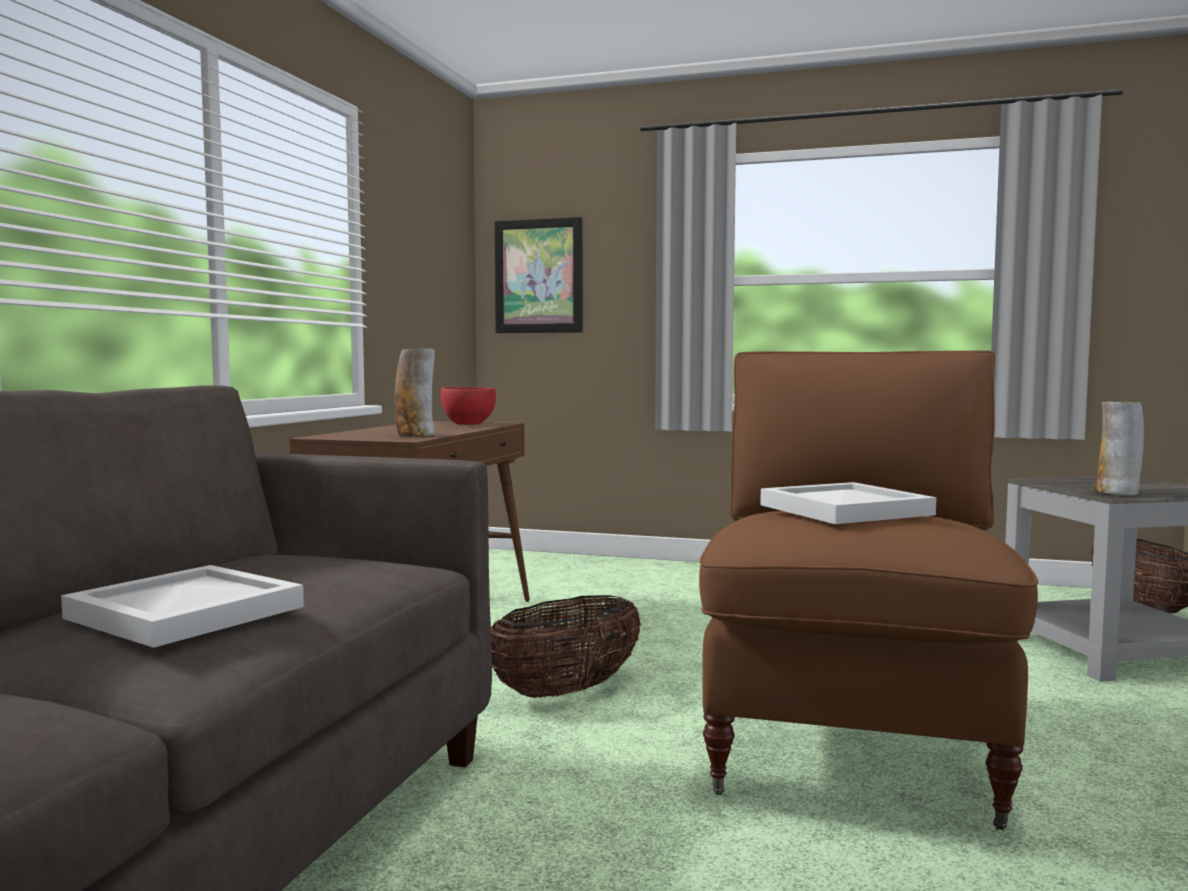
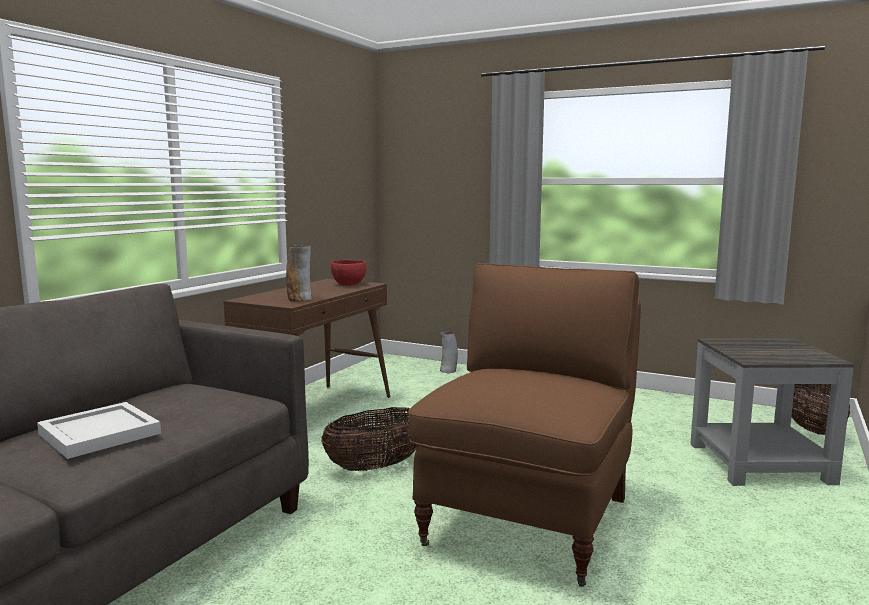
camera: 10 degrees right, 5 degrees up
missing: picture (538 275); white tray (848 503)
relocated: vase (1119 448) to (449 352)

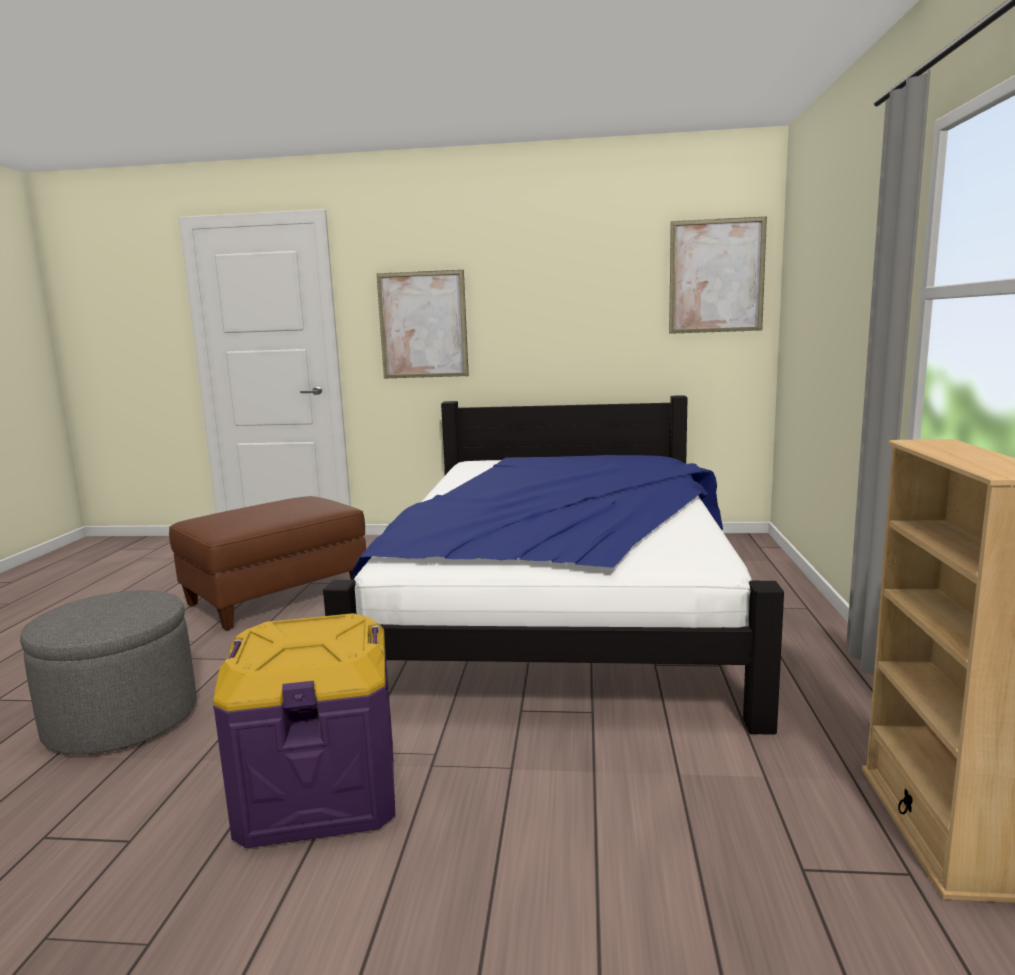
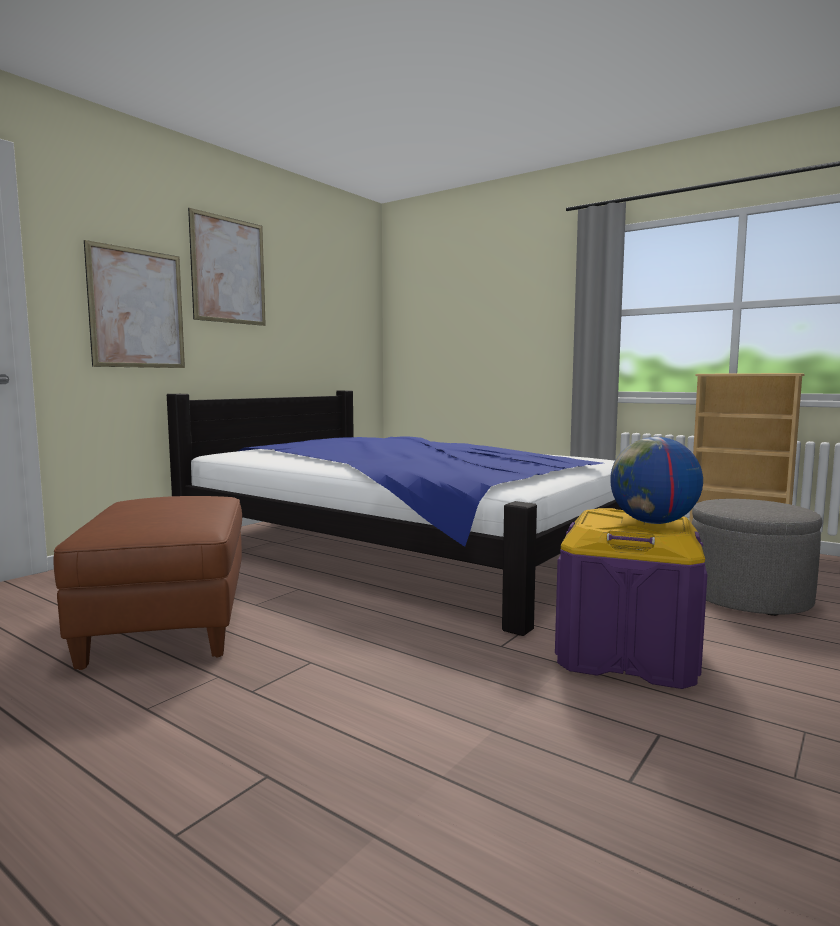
camera: 60 degrees left, 5 degrees down
appeared: globe (656 480)
relocated: picture (718 275) to (227 267); grey ottoman (108 672) to (757 557)

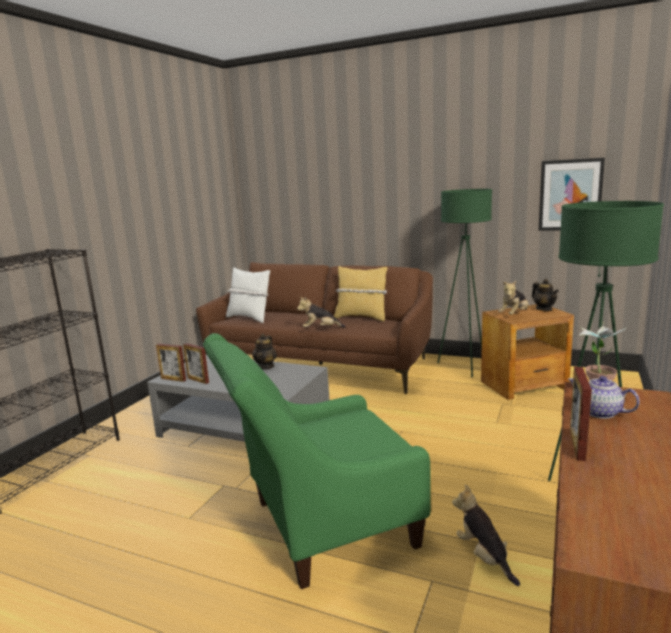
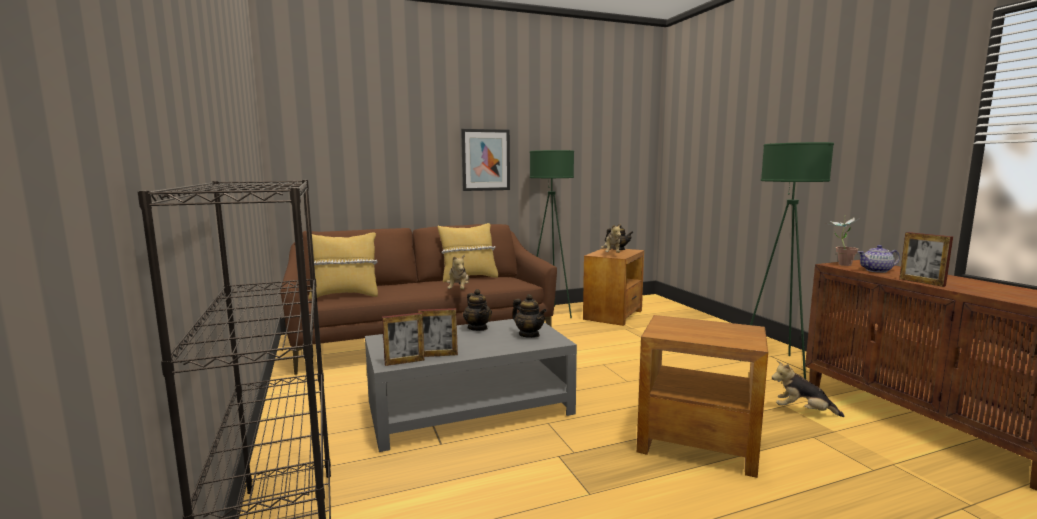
camera: 45 degrees left, 5 degrees down
appeared: teapot (529 316)
relocated: picture (572 194) to (485 160)
exchanged: green armchair (317 461) to brown side table (702 396)
colour: white pillow (248 295) to yellow pillow (343 265)
spun: plush toy (321 312) = (458 272) 45 degrees counterclockwise

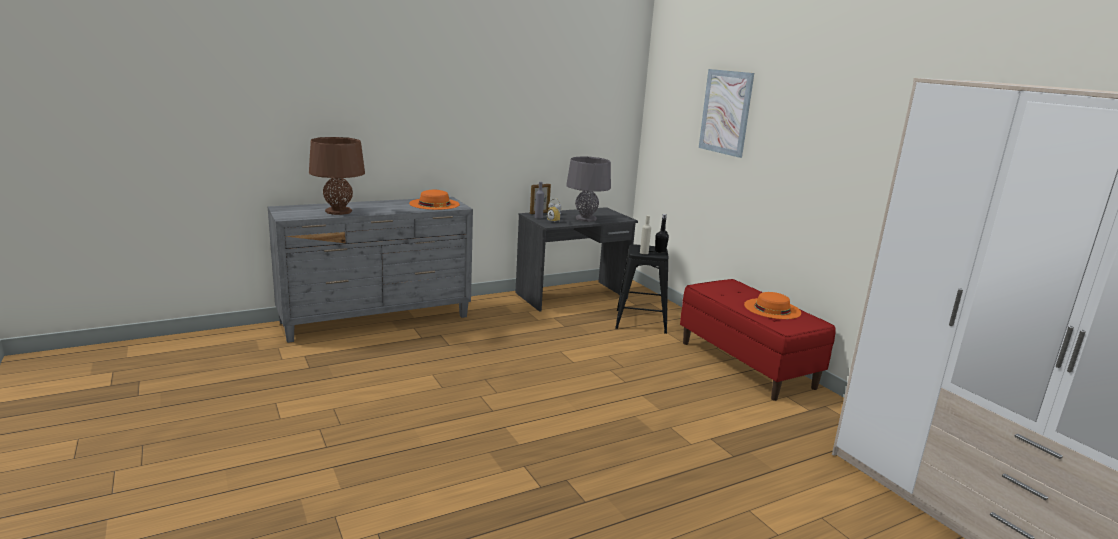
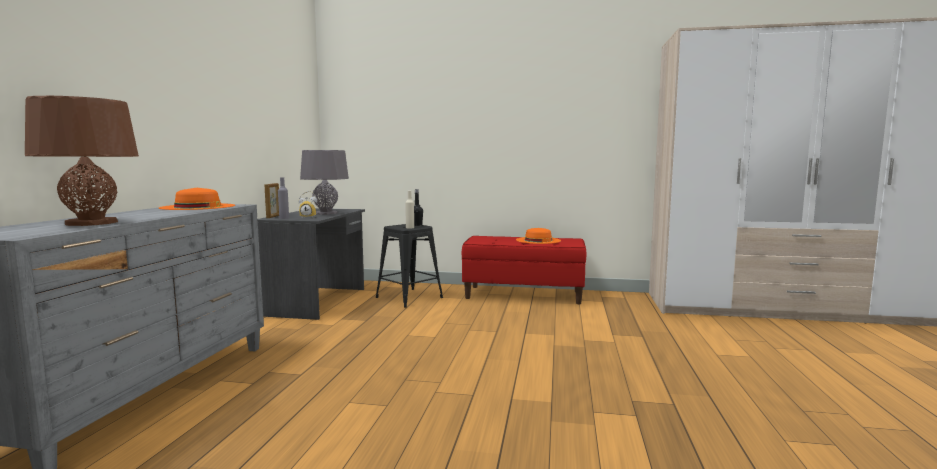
camera: 50 degrees left, 10 degrees down
missing: picture (726 113)

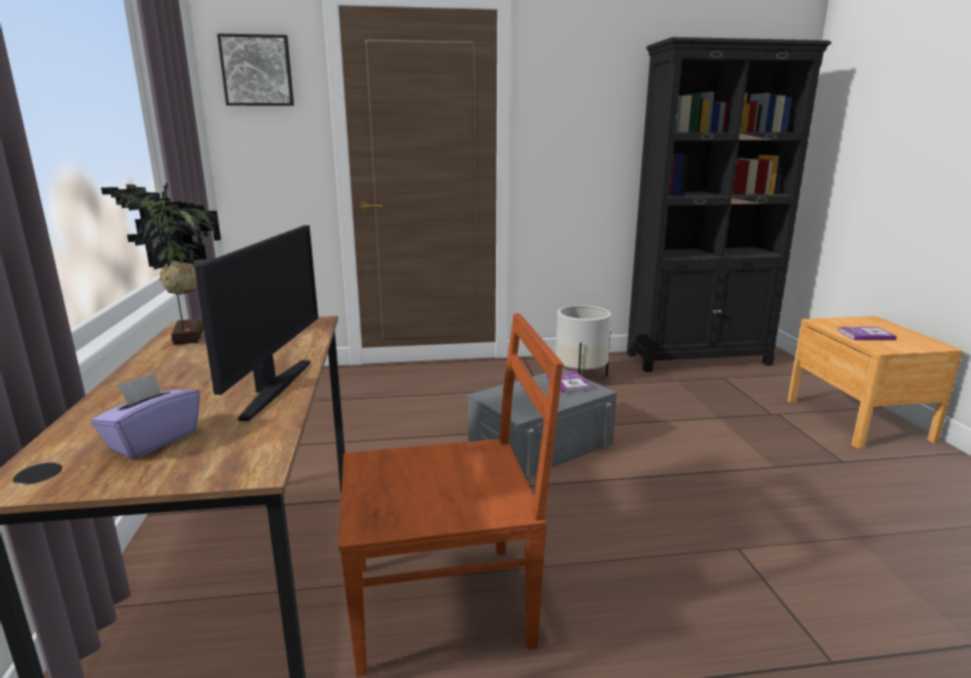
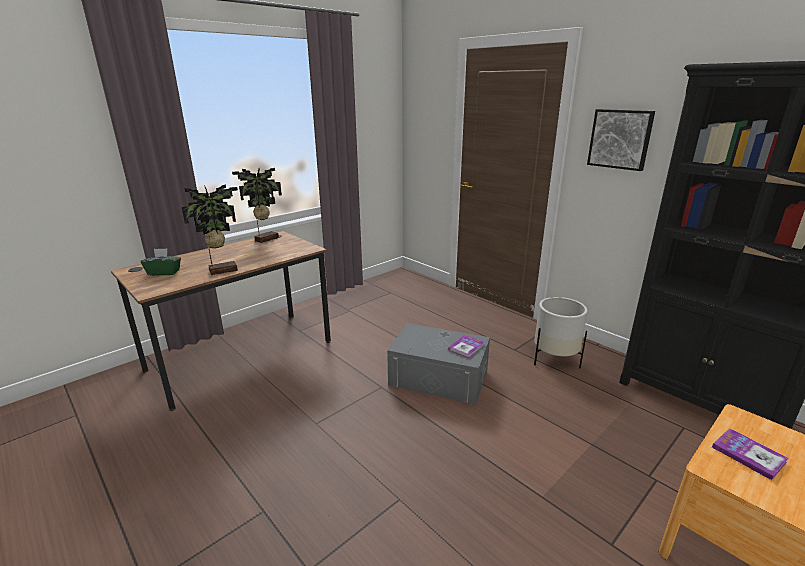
camera: 55 degrees right, 5 degrees up
missing: brown chair (450 495)
relocated: picture (255 69) to (621 140)
exchanged: monitor (256 323) to potted plant (210 229)
colour: purple tissue box (145 415) to green tissue box (161 262)

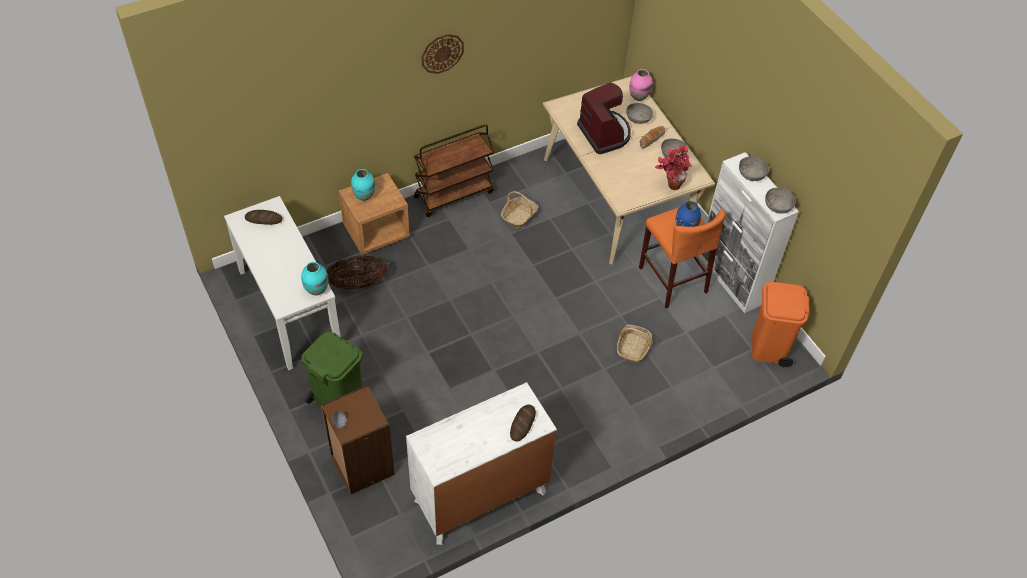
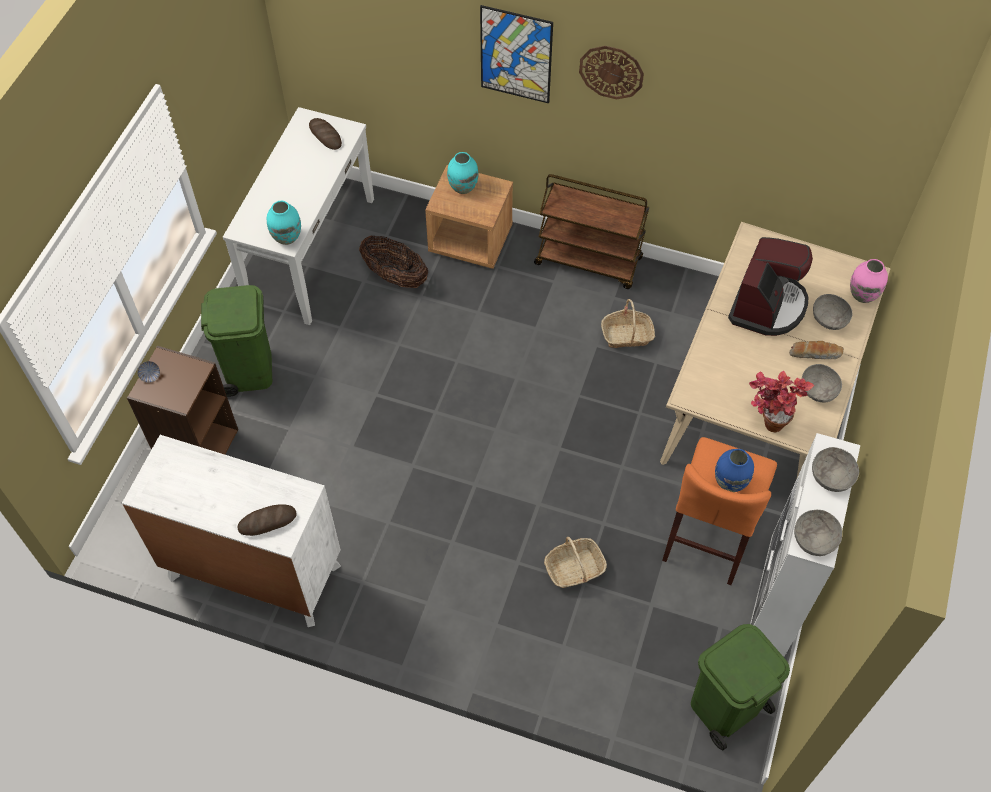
camera: 50 degrees right, 5 degrees up
appeared: picture (516 54)
colour: orange trash can (781 324) to green trash can (740 687)

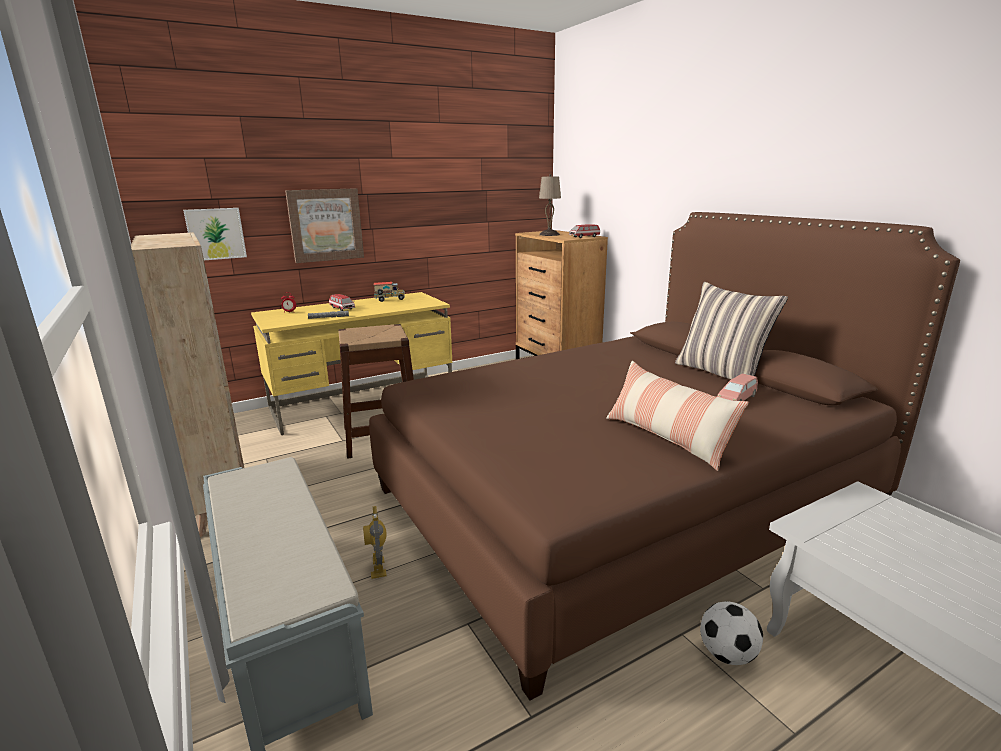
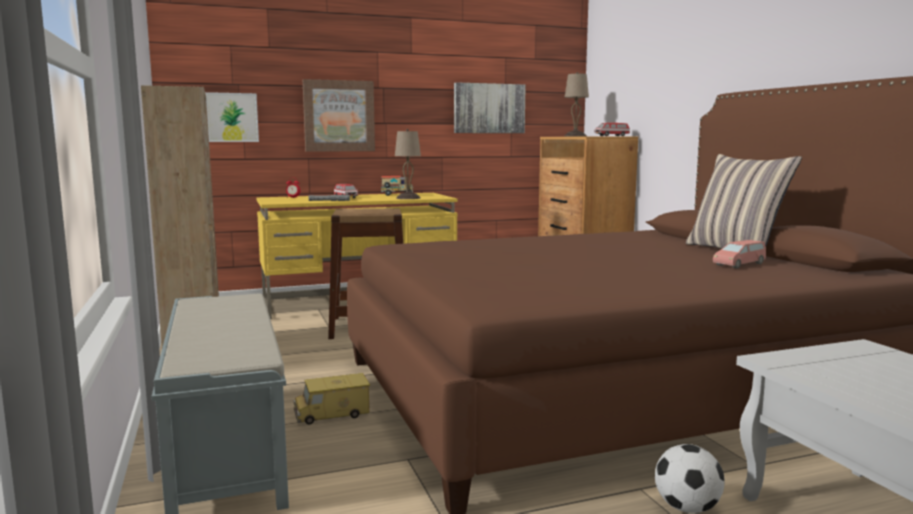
camera: 10 degrees right, 10 degrees down
missing: pillow (677 416)
appeared: picture (490 107); beige table lamp (408 164)
exchanged: toy robot (375 542) to toy truck (332 399)

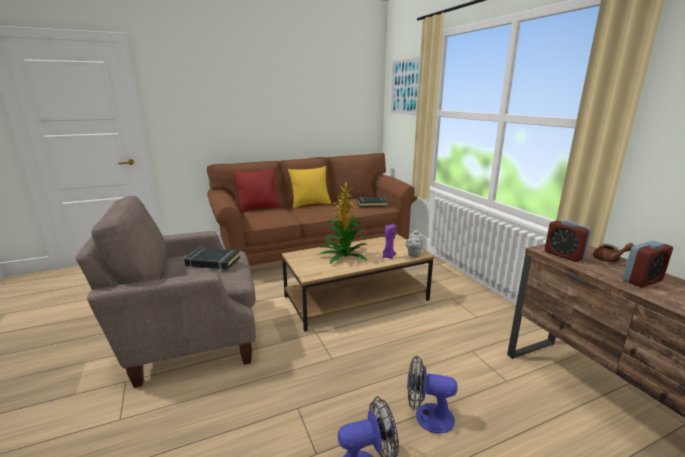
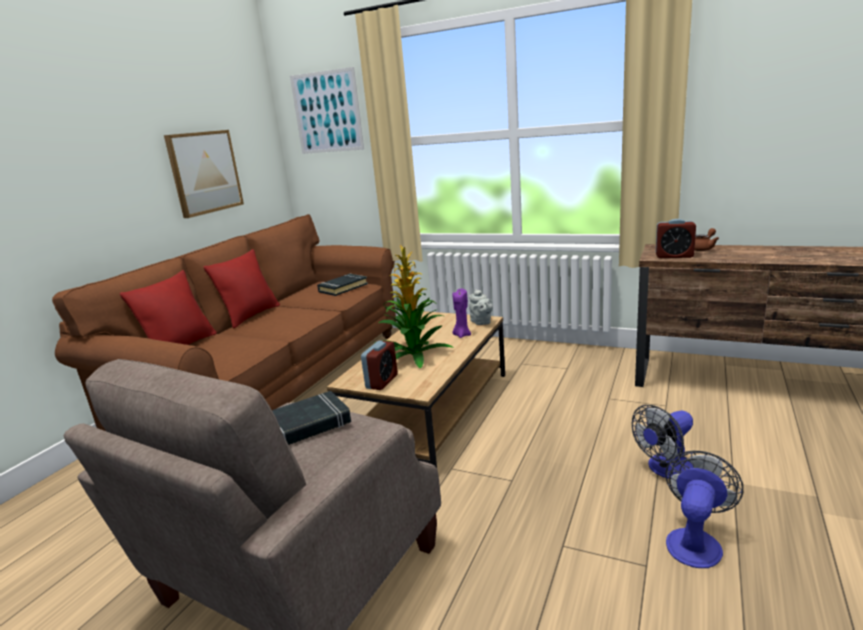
camera: 40 degrees left, 0 degrees up
appeared: picture (204 174)
relocated: alarm clock (648 264) to (379 365)
colour: yellow pillow (309 187) to red pillow (242 289)

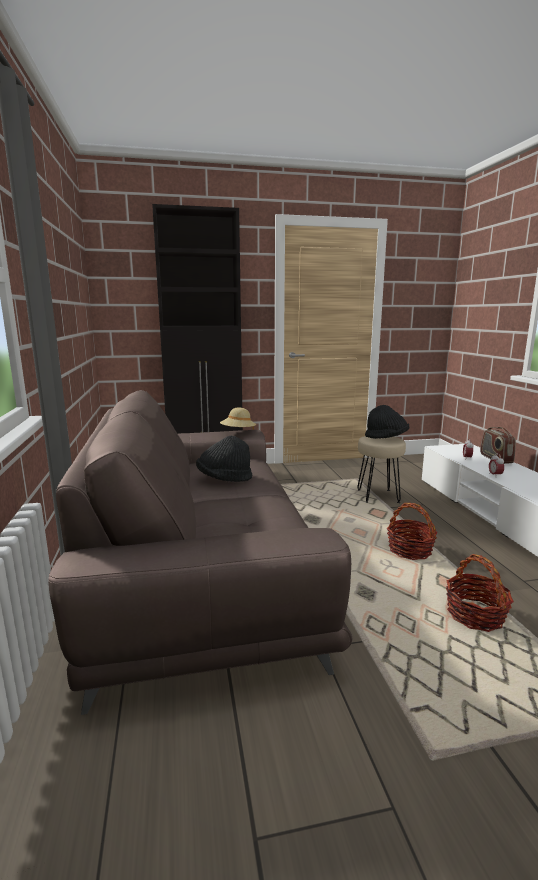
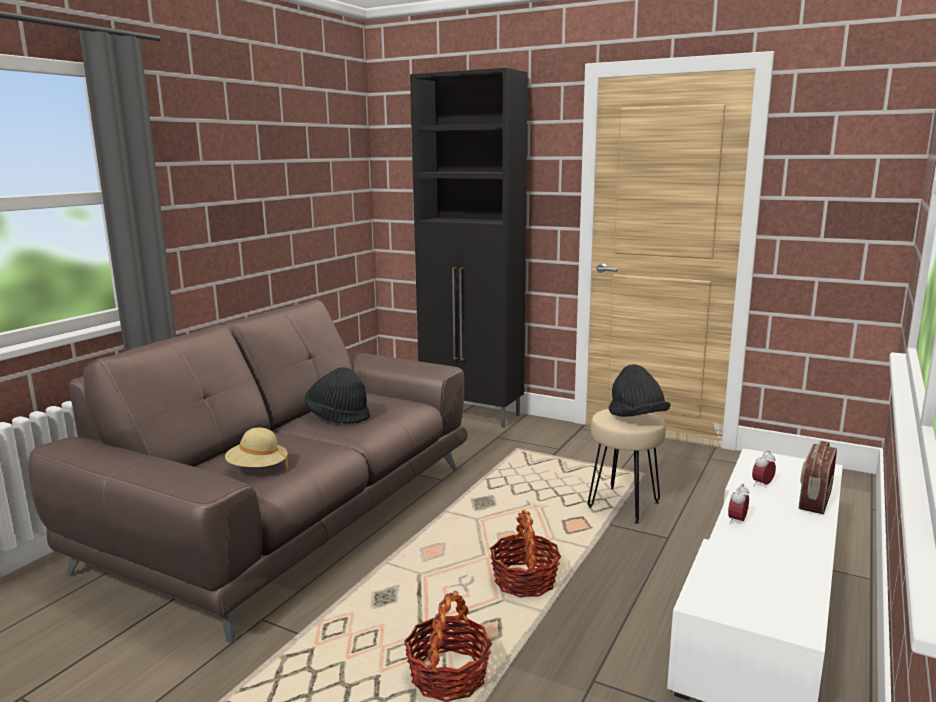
camera: 40 degrees right, 0 degrees up
relocated: beige hat (238 418) to (256 448)

